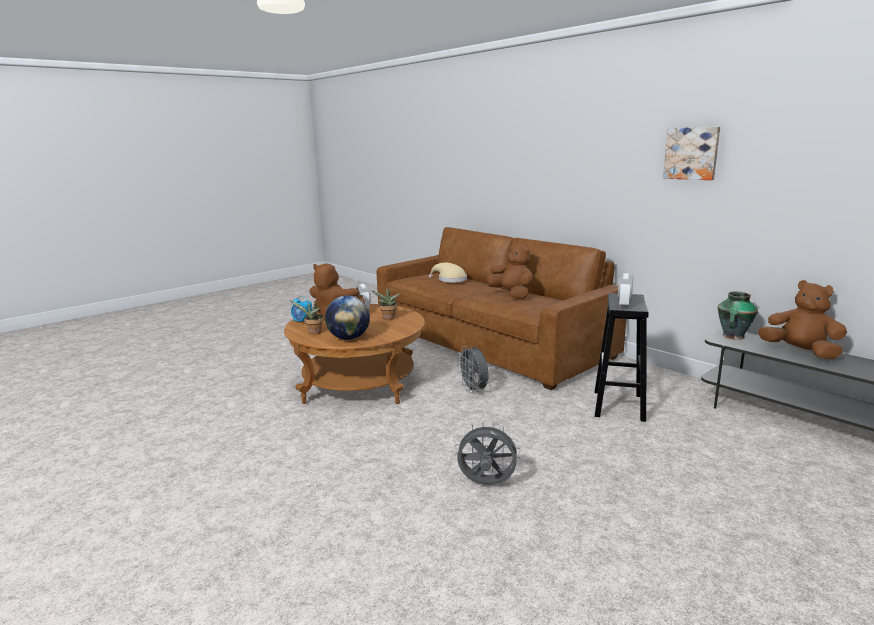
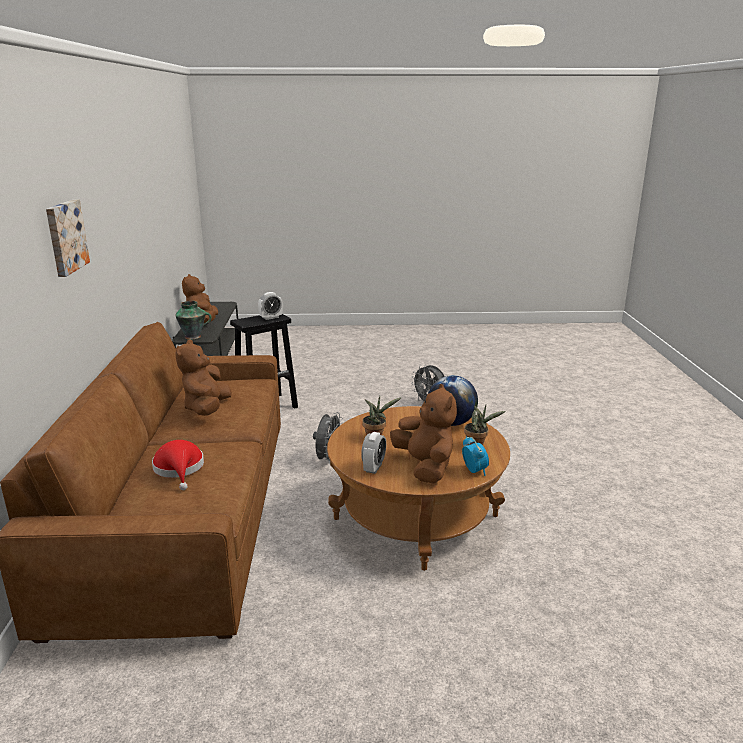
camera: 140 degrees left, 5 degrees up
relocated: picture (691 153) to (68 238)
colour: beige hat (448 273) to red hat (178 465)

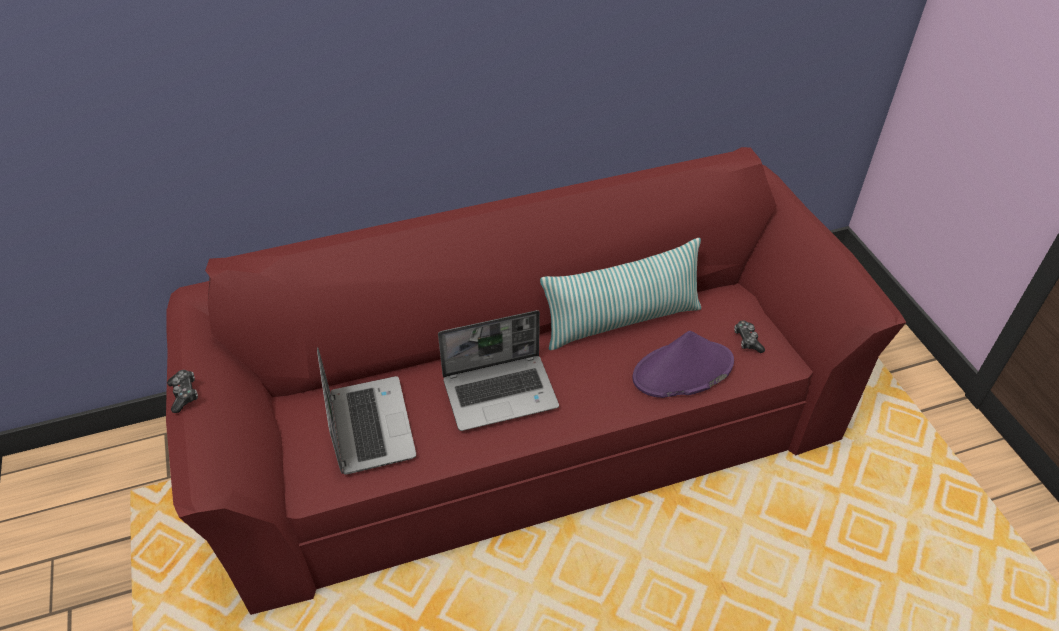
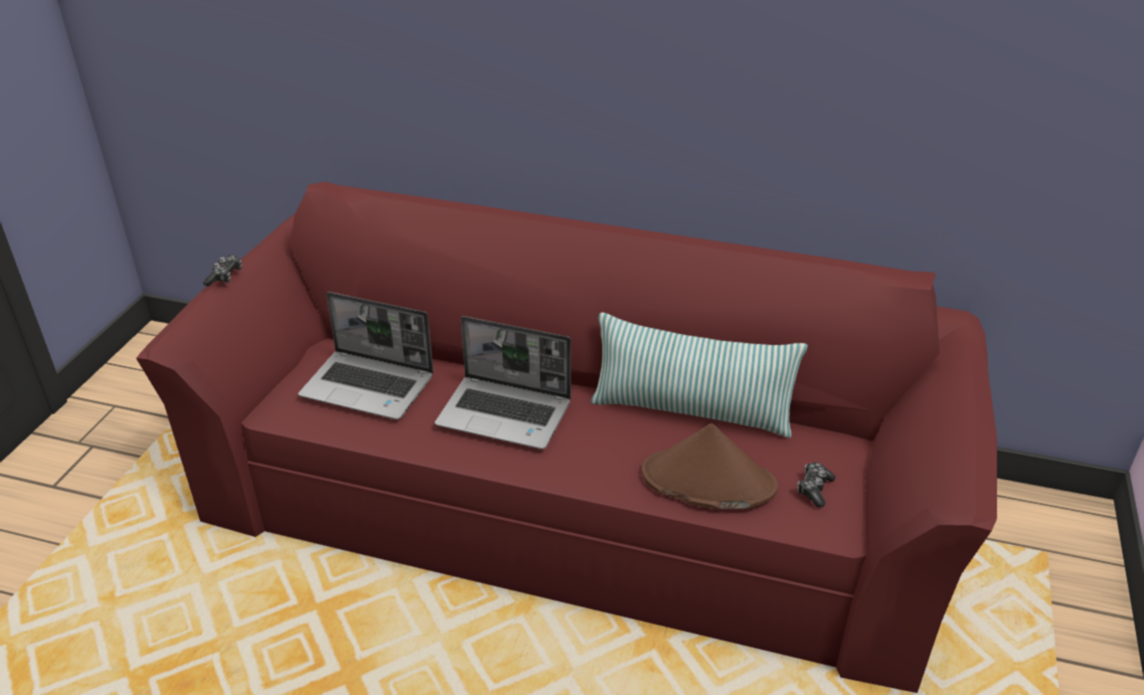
camera: 35 degrees right, 10 degrees down
colour: purple hat (683 364) to brown hat (710 466)
spun: laptop (366 411) = (366 356) 90 degrees clockwise

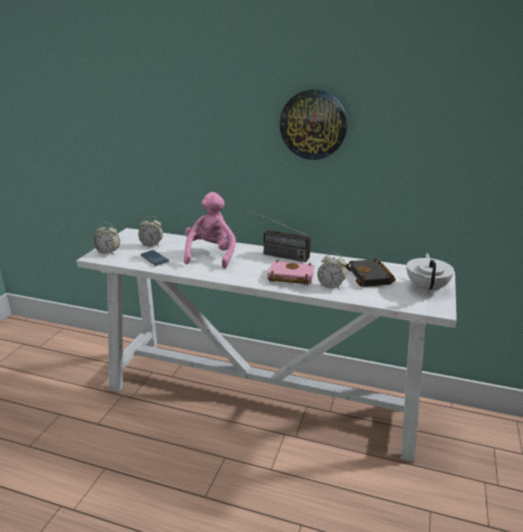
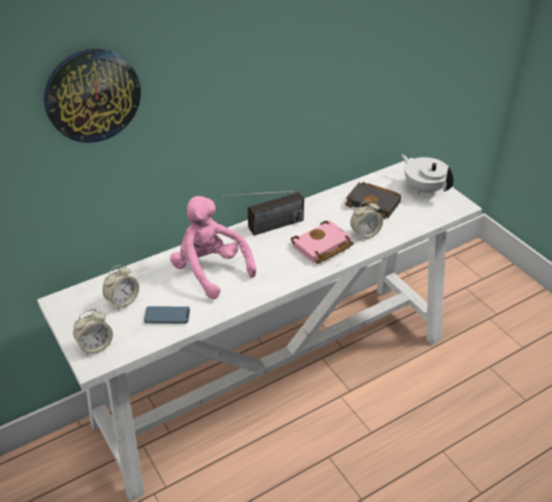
camera: 50 degrees left, 15 degrees up
relocated: wall clock (313 124) to (92 96)

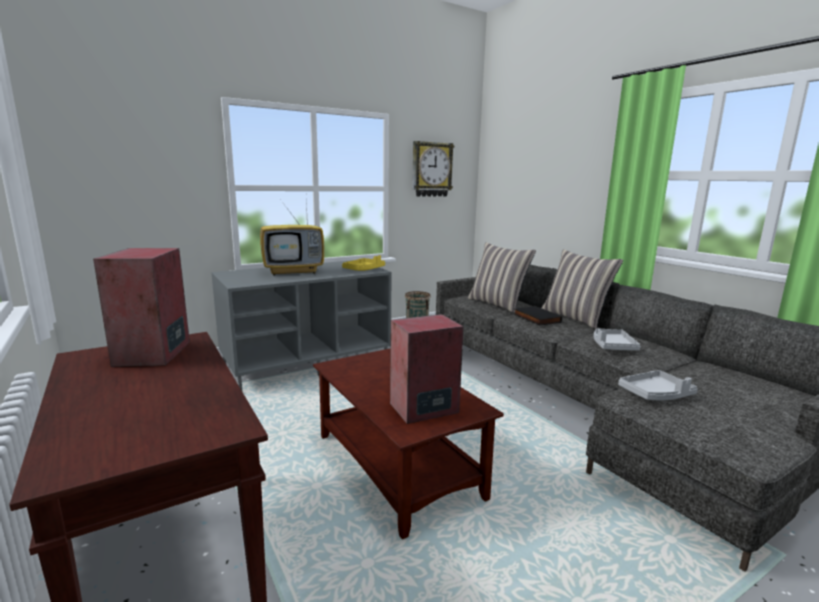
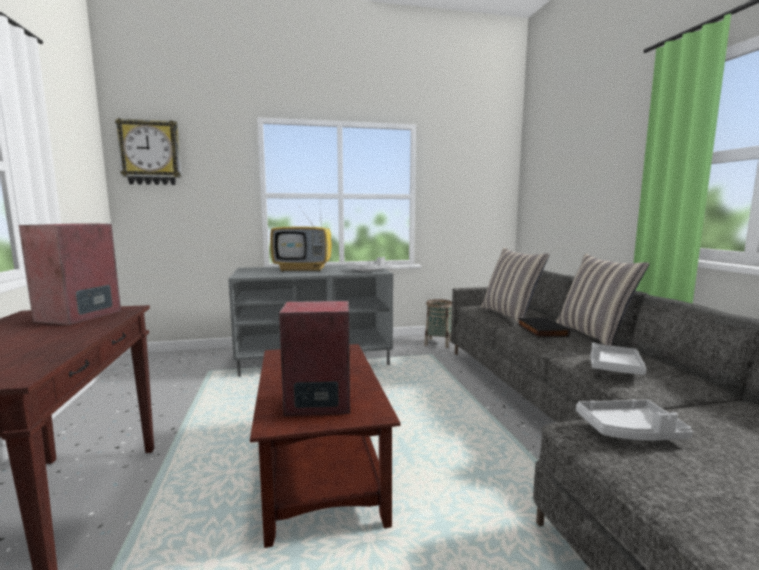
camera: 20 degrees right, 5 degrees down
relocated: wall clock (433 169) to (148 151)
colour: yellow tray (363 263) to grey tray (369 264)

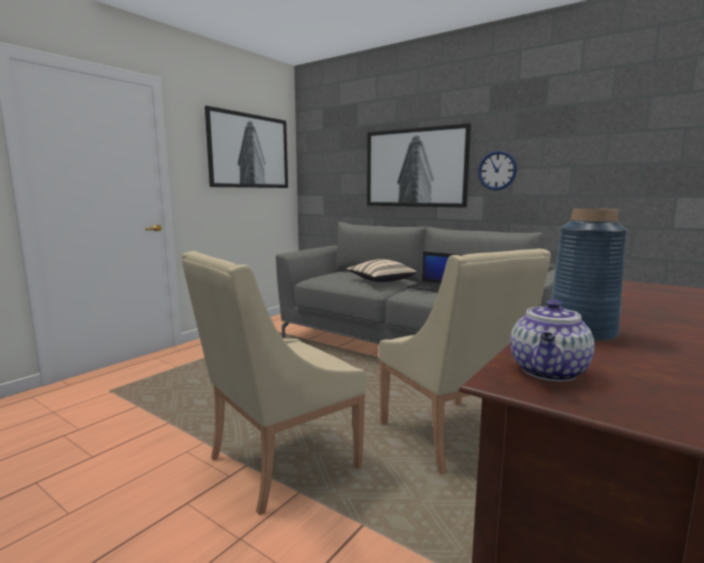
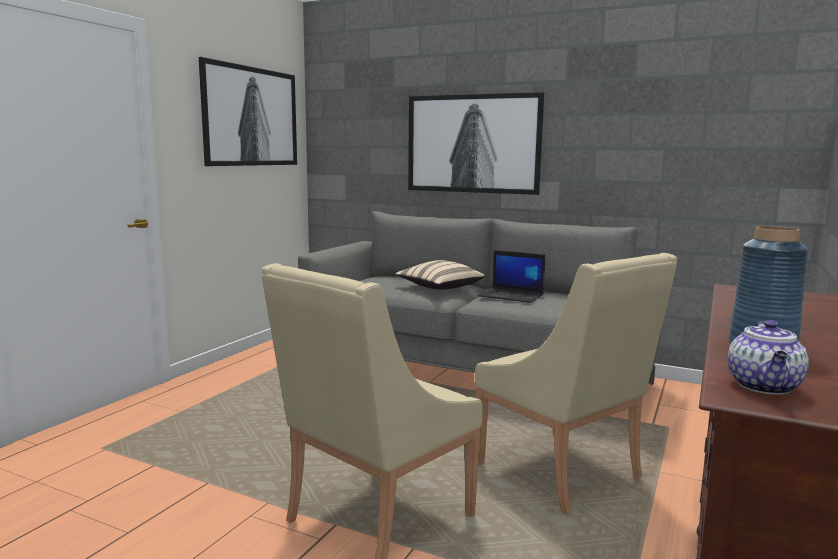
camera: 10 degrees left, 0 degrees up
missing: wall clock (497 170)

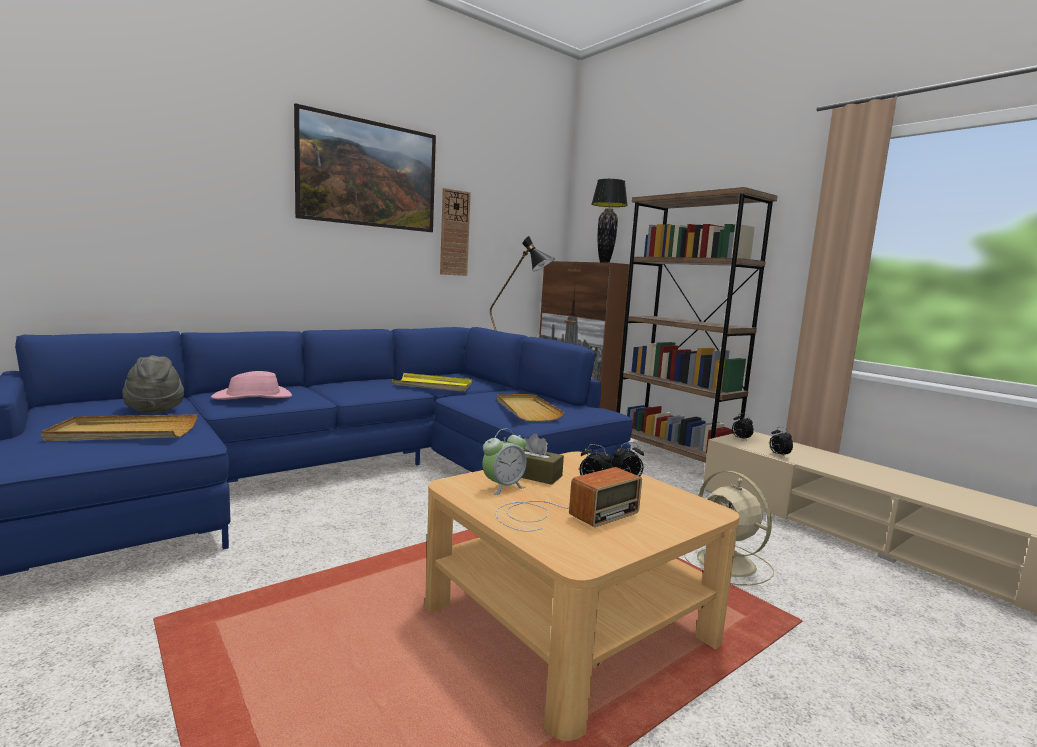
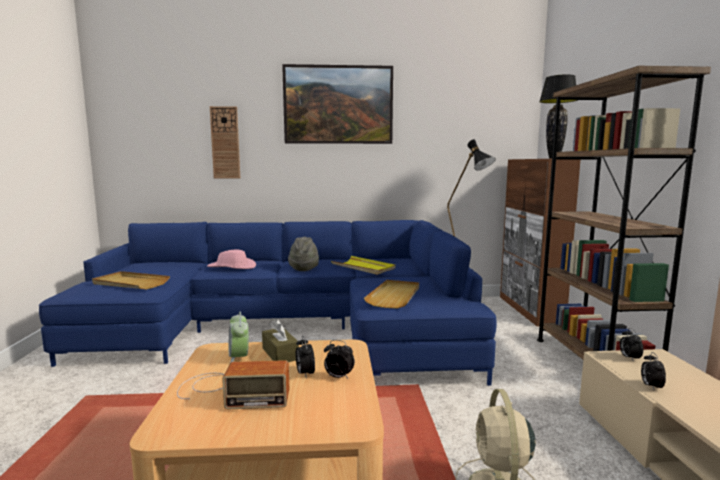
camera: 35 degrees right, 0 degrees up
relocated: wall clock (455 232) to (225 142); grey hat (153 384) to (303 253)
spun: alarm clock (504 462) = (239 337) 75 degrees clockwise

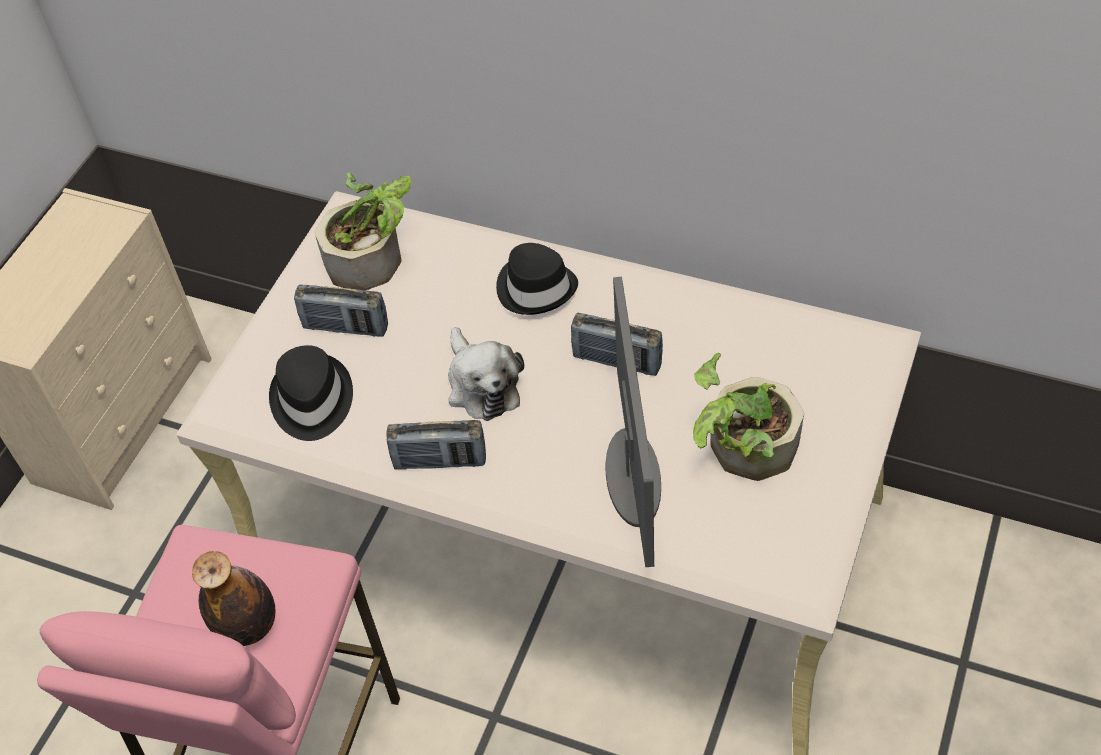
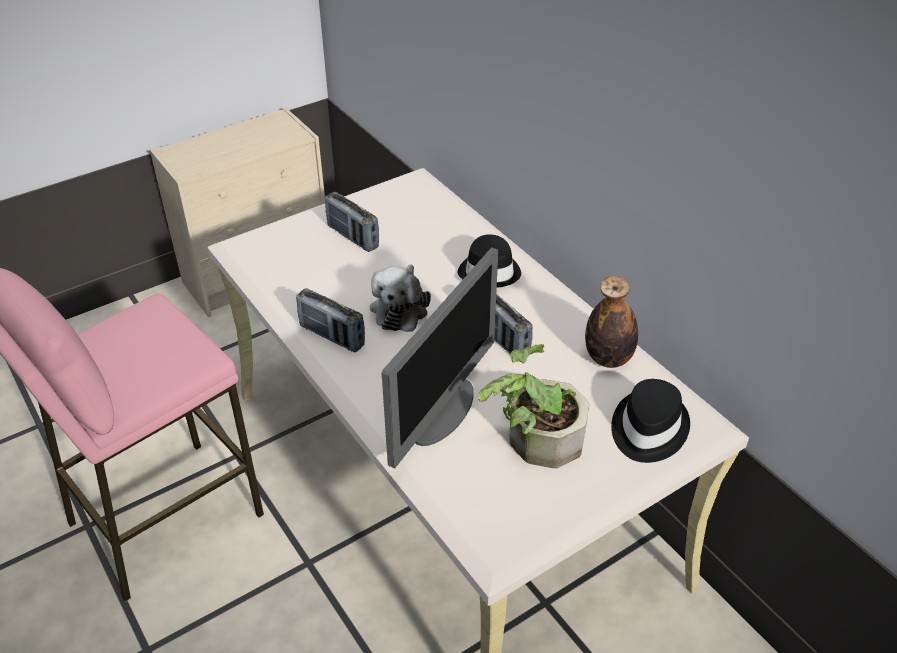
camera: 30 degrees right, 10 degrees down
missing: potted plant (363 231)
relocated: black hat (311 393) to (650 421); bottle (234 598) to (611 322)

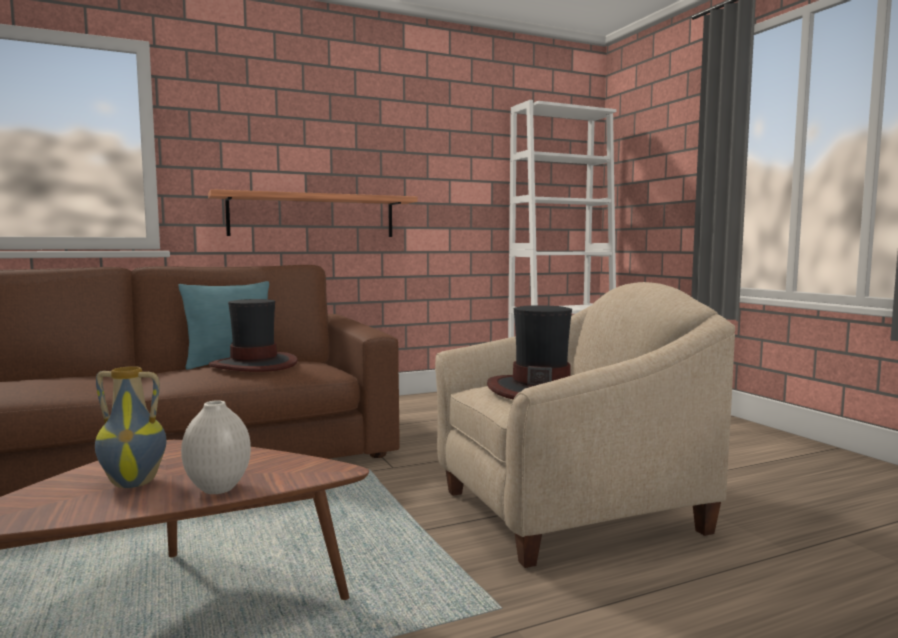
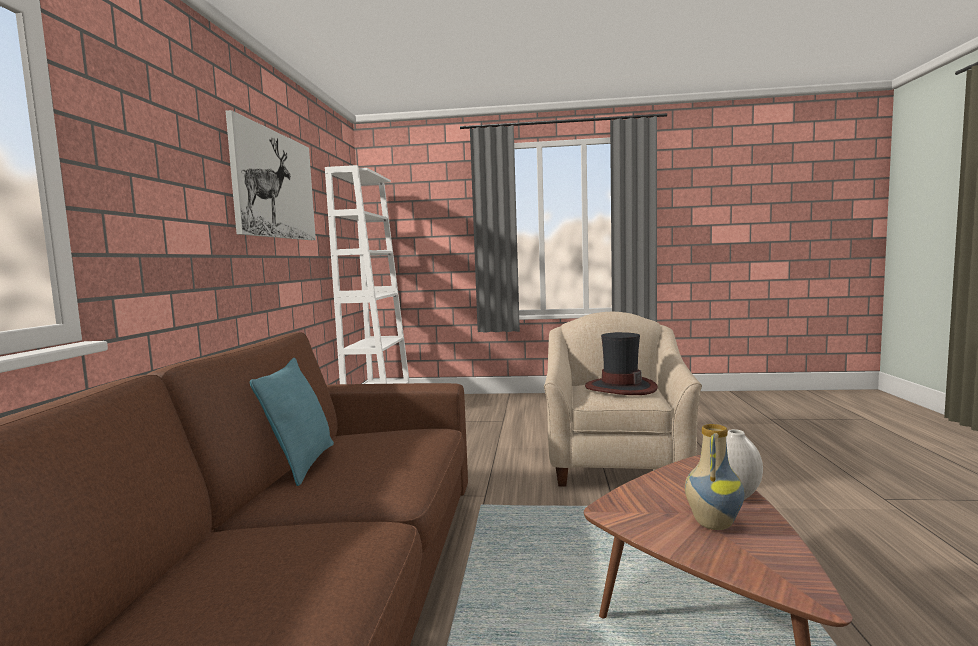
camera: 60 degrees left, 0 degrees up
missing: shelf (313 213); hat (253 335)
appeared: picture (271 175)

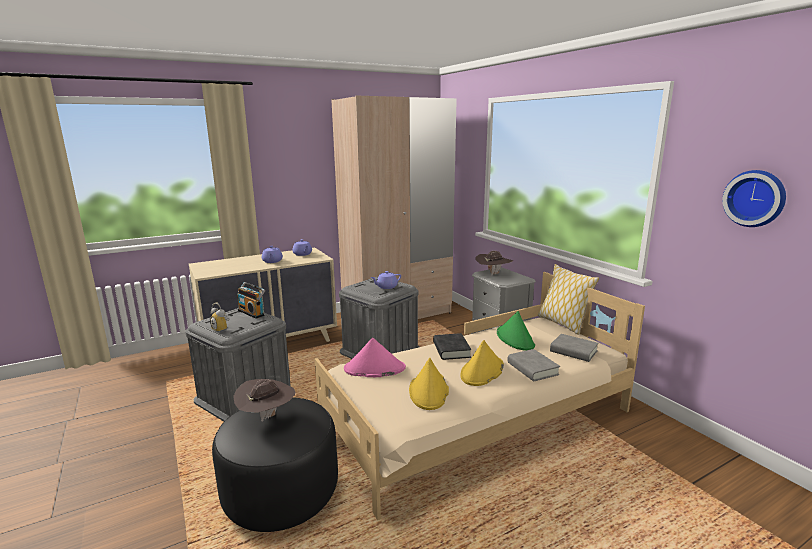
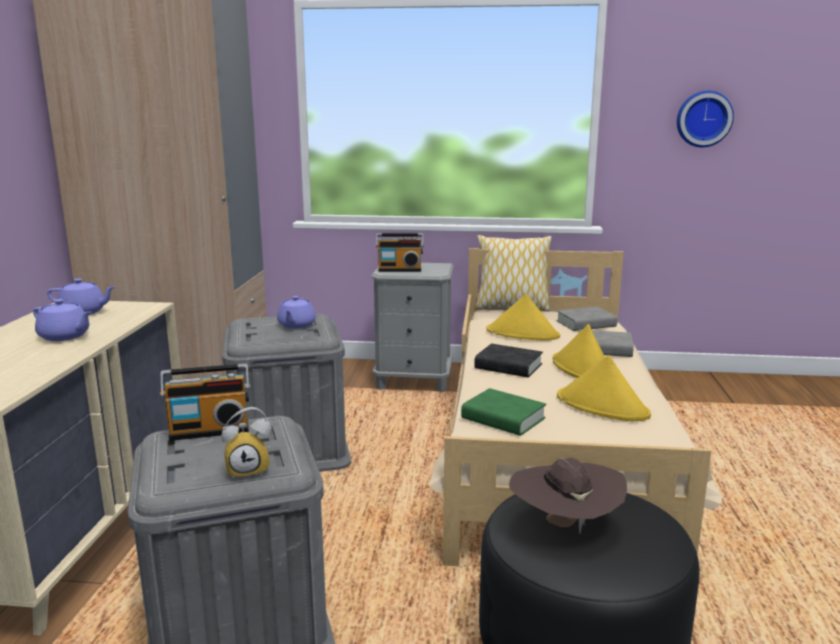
camera: 55 degrees left, 0 degrees up
exchanged: brown hat (494 263) to radio (400 252); pink hat (375 357) to green book (503 412)
colour: green hat (516 330) to yellow hat (523 317)

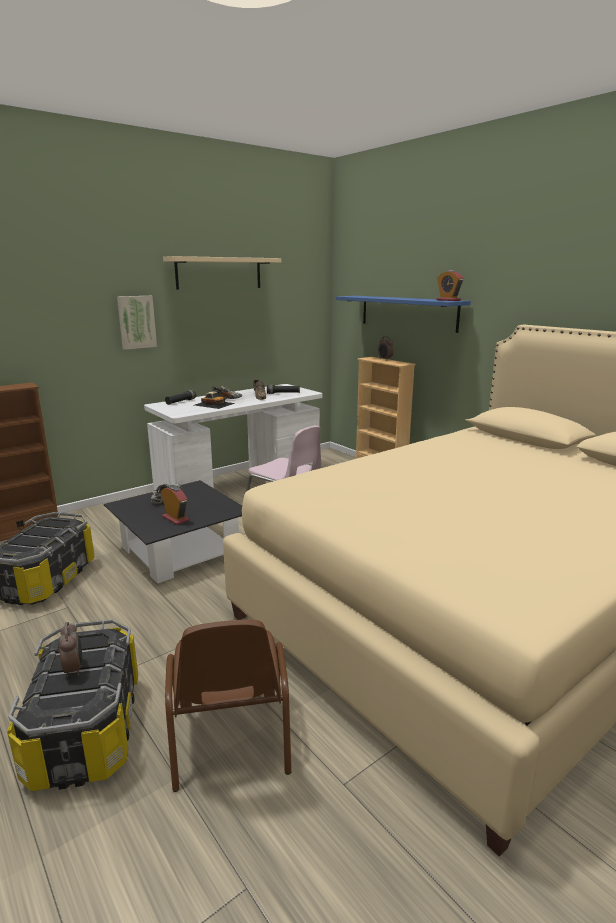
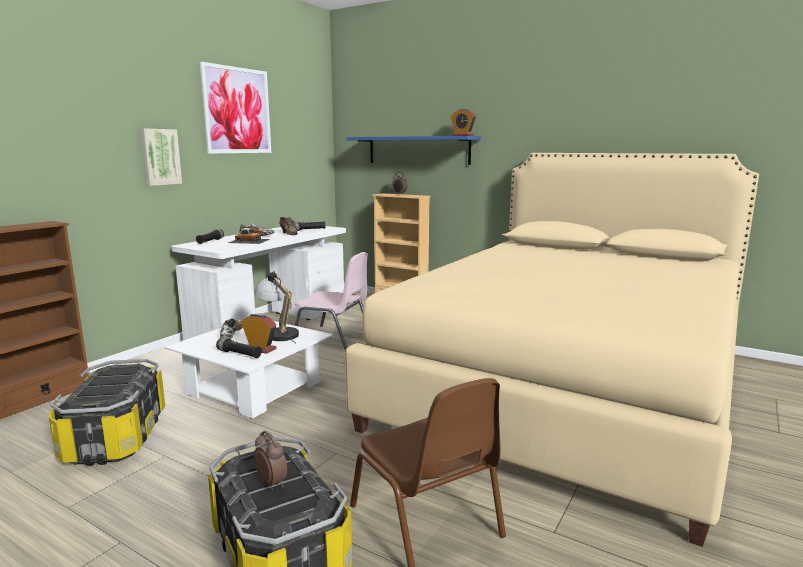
camera: 20 degrees left, 5 degrees down
appeared: table lamp (276 307); black flashlight (239 348)
exchanged: beige shelf (222 273) to picture (235 108)
colour: black coffee table (173 532) to white coffee table (248 370)

